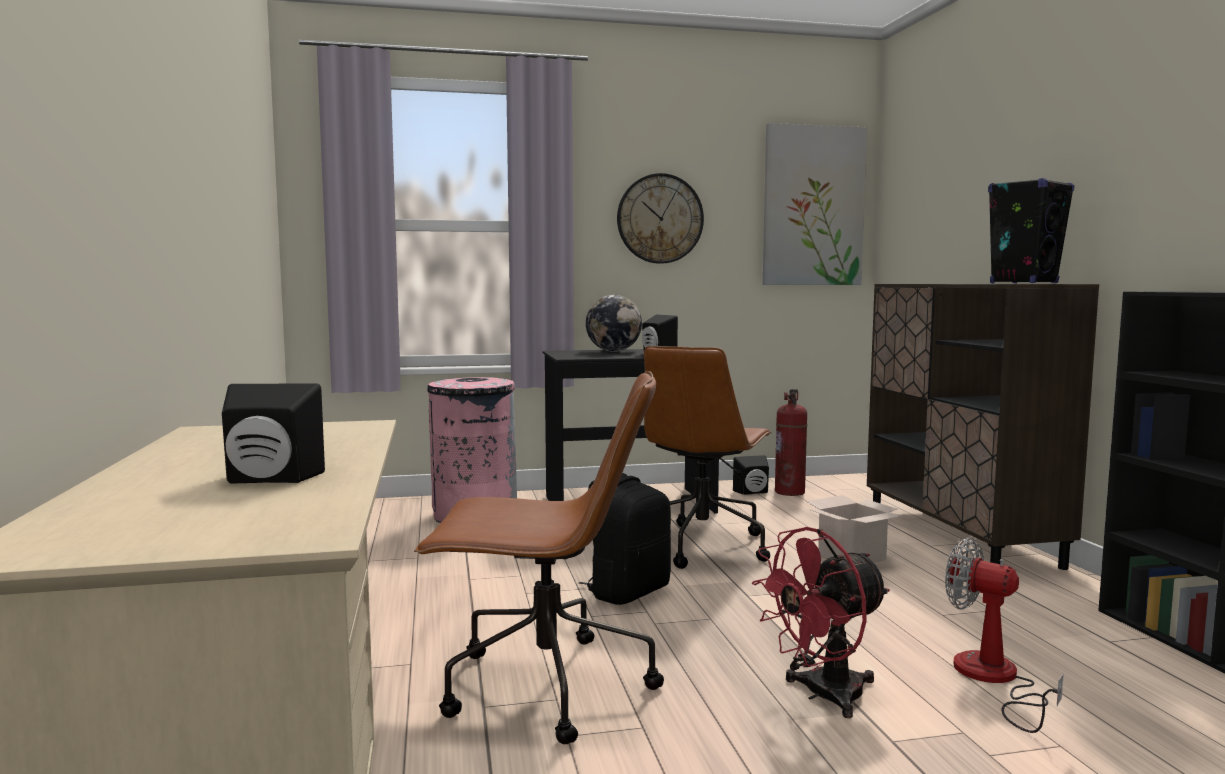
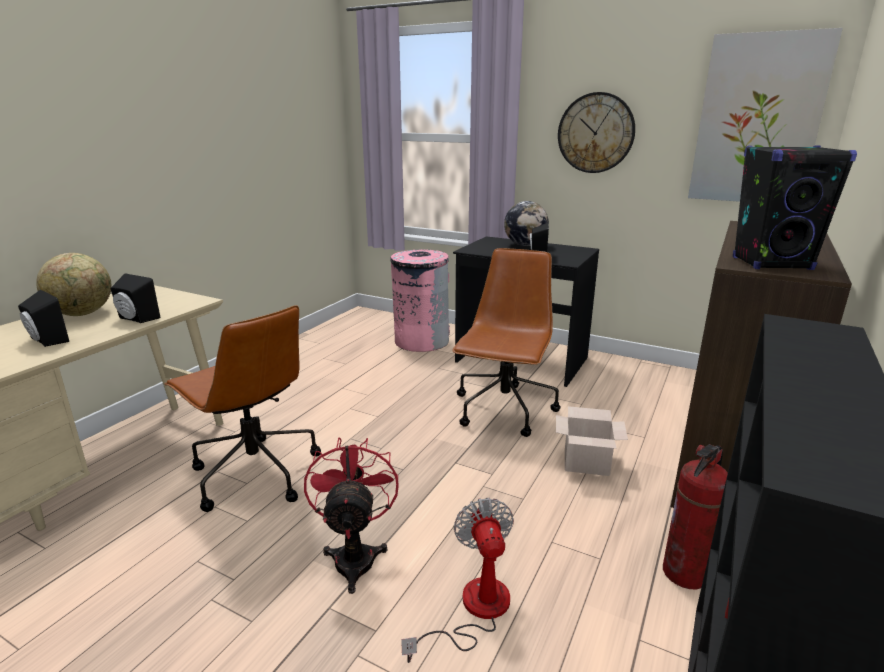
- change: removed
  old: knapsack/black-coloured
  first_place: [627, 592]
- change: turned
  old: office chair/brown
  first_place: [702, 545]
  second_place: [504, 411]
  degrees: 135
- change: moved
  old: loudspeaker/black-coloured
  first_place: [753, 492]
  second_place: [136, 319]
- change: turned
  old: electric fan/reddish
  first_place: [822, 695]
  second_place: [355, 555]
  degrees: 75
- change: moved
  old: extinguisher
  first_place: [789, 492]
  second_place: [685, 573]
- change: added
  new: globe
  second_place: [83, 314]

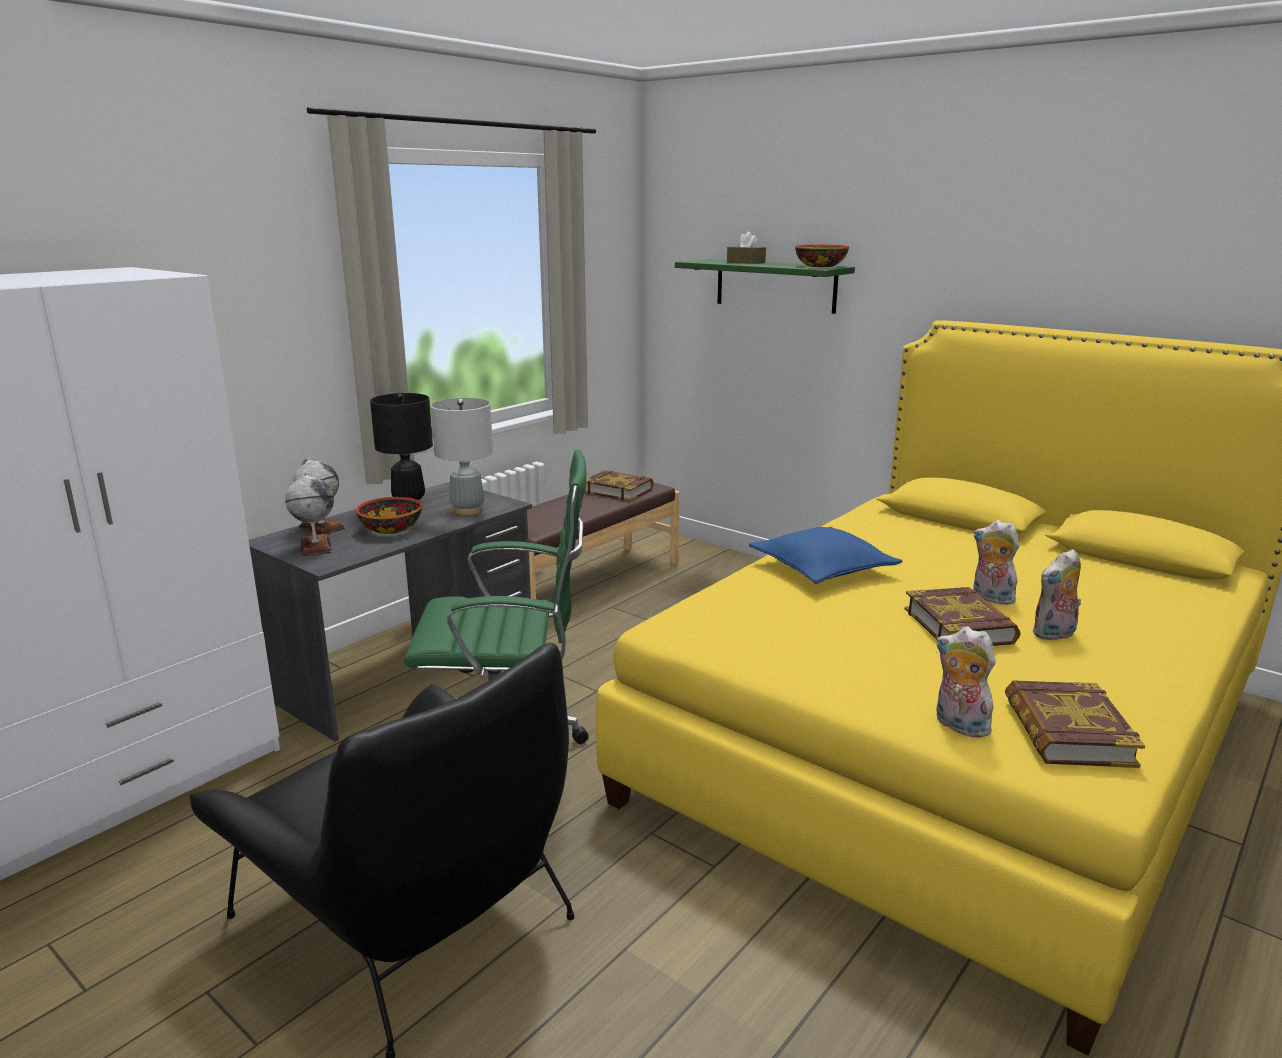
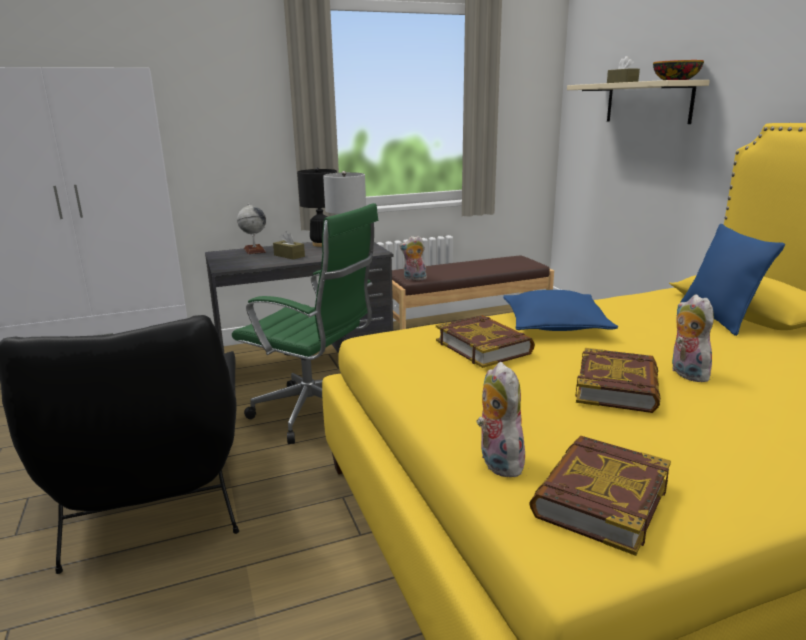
- change: removed
  old: globe
  first_place: [315, 547]
- change: replaced
  old: deep dish
  new: tissue holder/brown
  first_place: [391, 528]
  second_place: [289, 256]
- change: moved
  old: volume
  first_place: [618, 490]
  second_place: [483, 347]
- change: recoloured
  old: wall shelf/green
  new: wall shelf/sand-coloured
  first_place: [775, 285]
  second_place: [648, 102]
- change: moved
  old: cuddly toy
  first_place: [1054, 635]
  second_place: [414, 279]
- change: added
  new: throw pillow/bluish
  second_place: [718, 318]

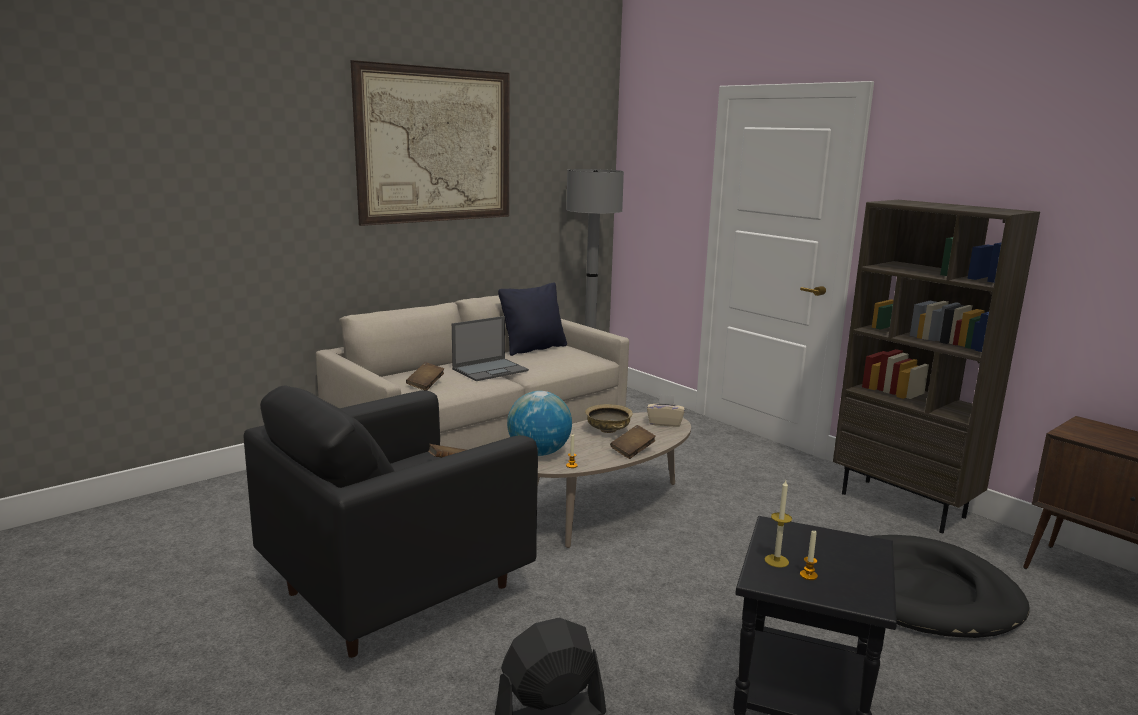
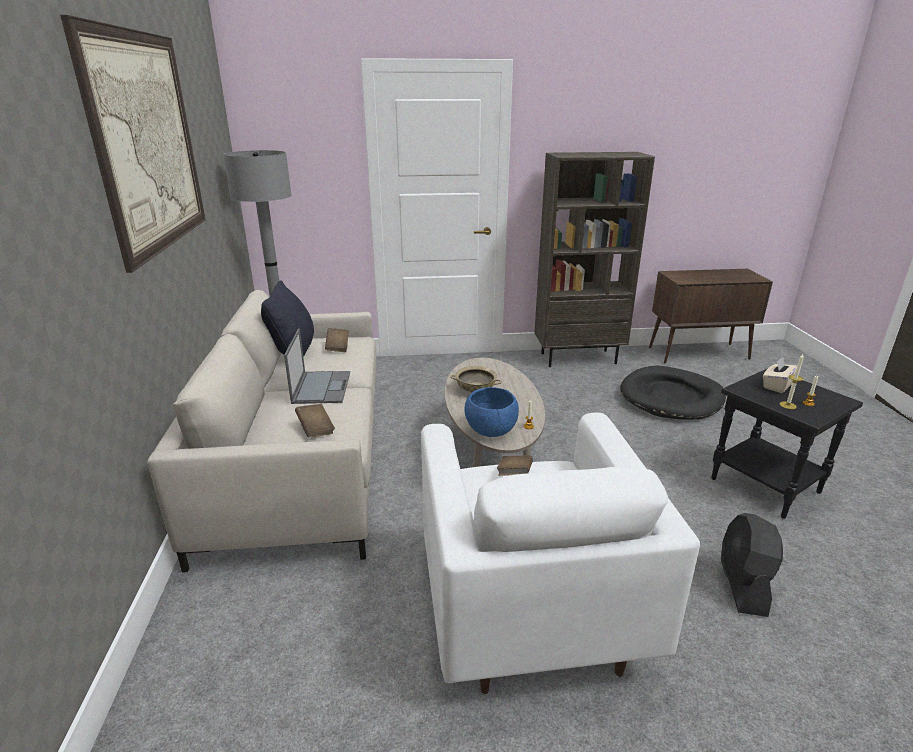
- change: recoloured
  old: armchair/black-coloured
  new: armchair/white-coloured
  first_place: [398, 589]
  second_place: [528, 608]
- change: replaced
  old: globe
  new: deep dish/bluish
  first_place: [539, 453]
  second_place: [490, 431]
- change: moved
  old: volume/brown
  first_place: [632, 451]
  second_place: [338, 347]
- change: moved
  old: tissue holder/sand-coloured
  first_place: [665, 423]
  second_place: [777, 386]

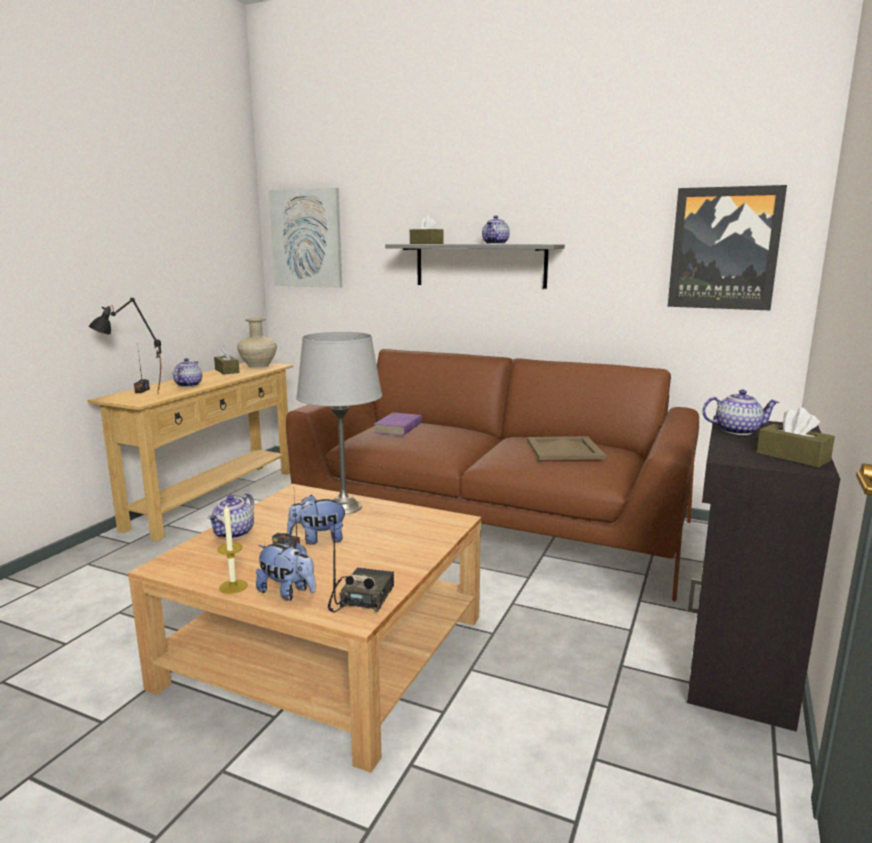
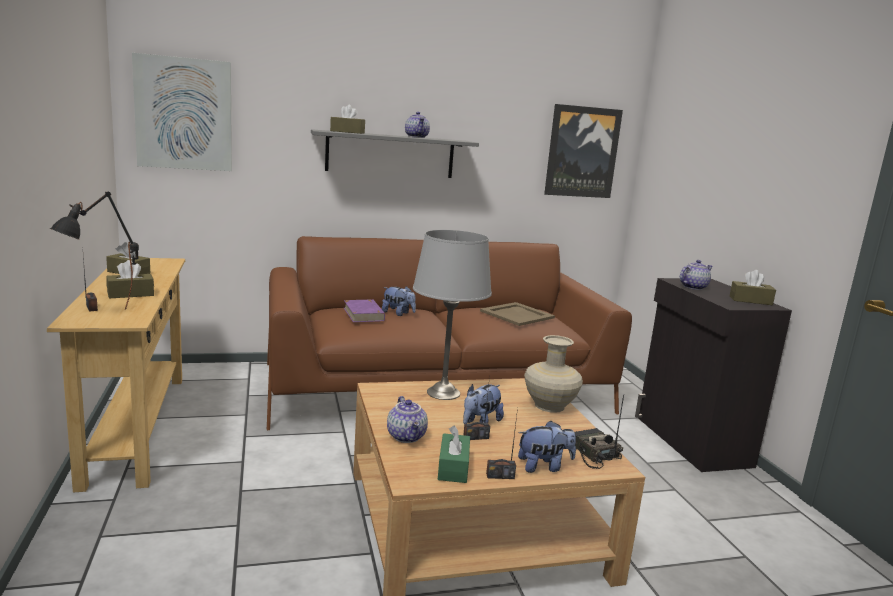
- change: replaced
  old: teapot
  new: tissue holder/brown
  first_place: [188, 385]
  second_place: [130, 294]
- change: replaced
  old: candle
  new: radio set
  first_place: [233, 586]
  second_place: [500, 476]
- change: moved
  old: flower vase/sand-coloured
  first_place: [258, 366]
  second_place: [550, 406]
- change: added
  new: cuddly toy
  second_place: [398, 313]
- change: added
  new: tissue holder/green
  second_place: [453, 467]

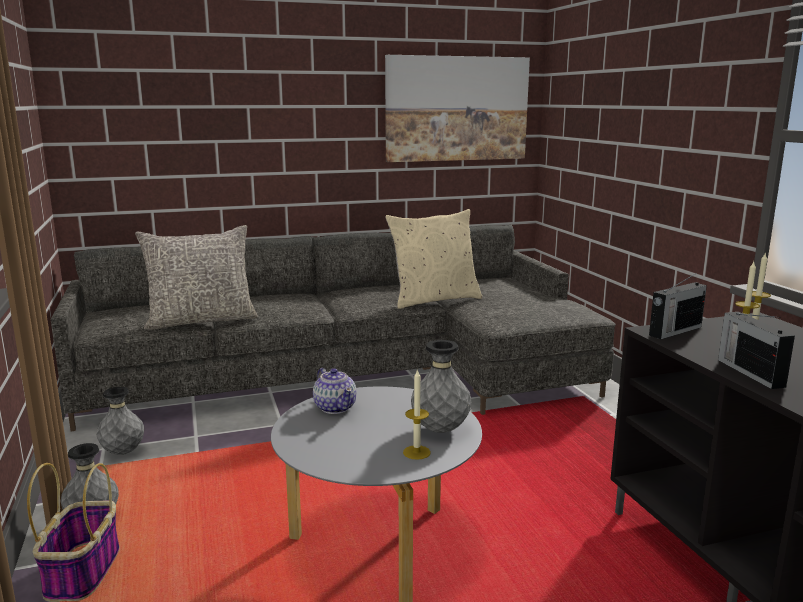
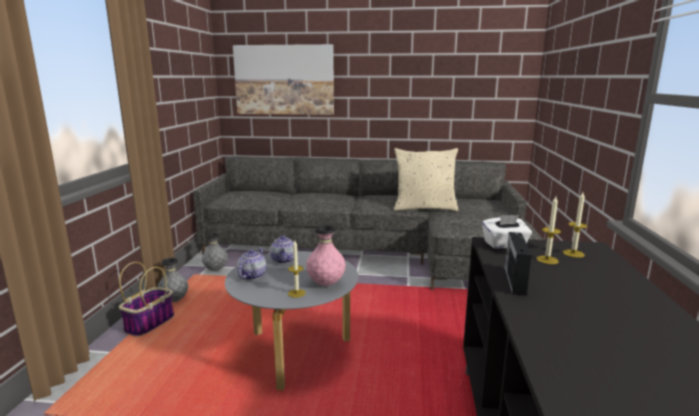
- change: removed
  old: throw pillow/greyish
  first_place: [201, 320]
- change: moved
  old: picture
  first_place: [456, 109]
  second_place: [284, 80]
- change: recoloured
  old: flower vase/greyish
  new: flower vase/pink
  first_place: [440, 430]
  second_place: [326, 284]
- change: replaced
  old: radio set
  new: tissue holder/white-coloured
  first_place: [674, 331]
  second_place: [505, 244]
- change: added
  new: teapot
  second_place: [251, 276]

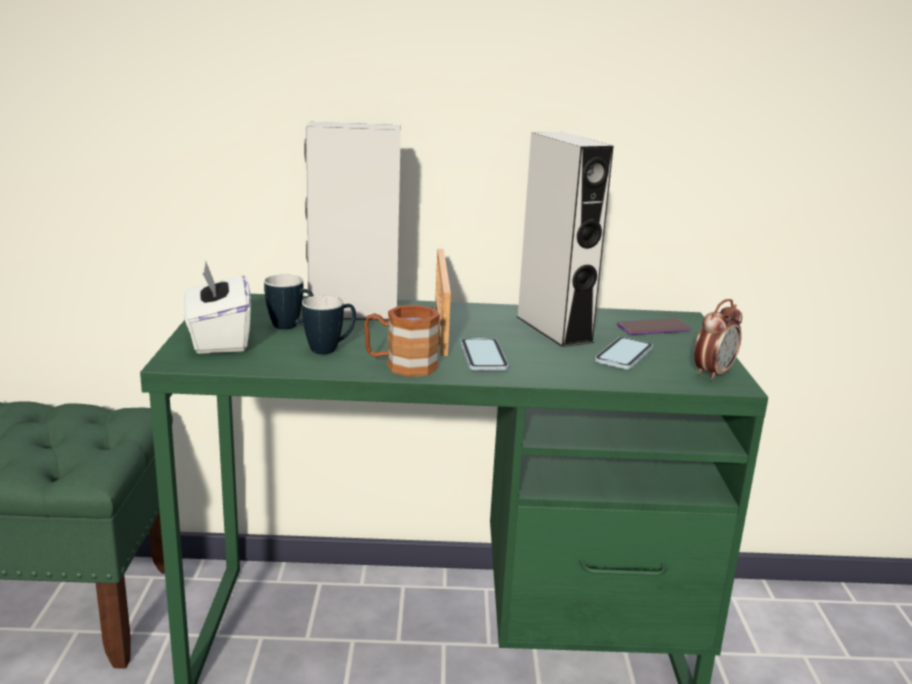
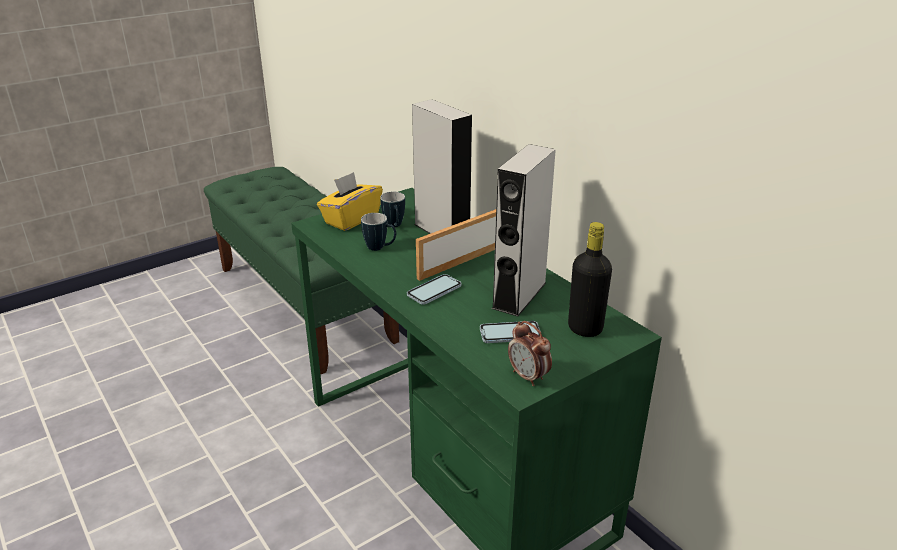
- change: recoloured
  old: tissue holder/white-coloured
  new: tissue holder/yellow-coloured
  first_place: [218, 339]
  second_place: [351, 219]
- change: removed
  old: tea mug/brown
  first_place: [400, 366]
- change: replaced
  old: telephone
  new: beverage bottle/black-coloured
  first_place: [653, 328]
  second_place: [585, 328]
- change: turned
  old: alarm clock
  first_place: [713, 374]
  second_place: [528, 377]
  degrees: 45

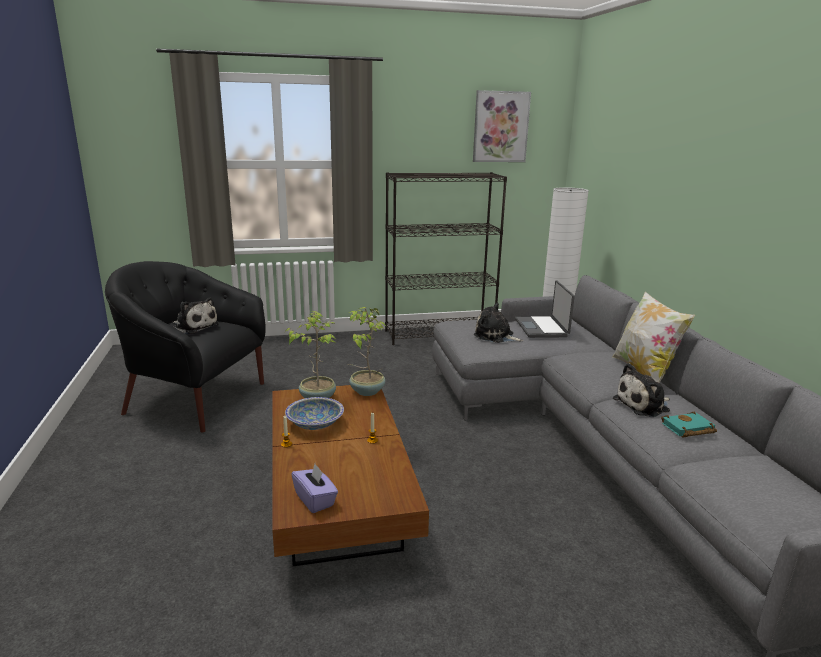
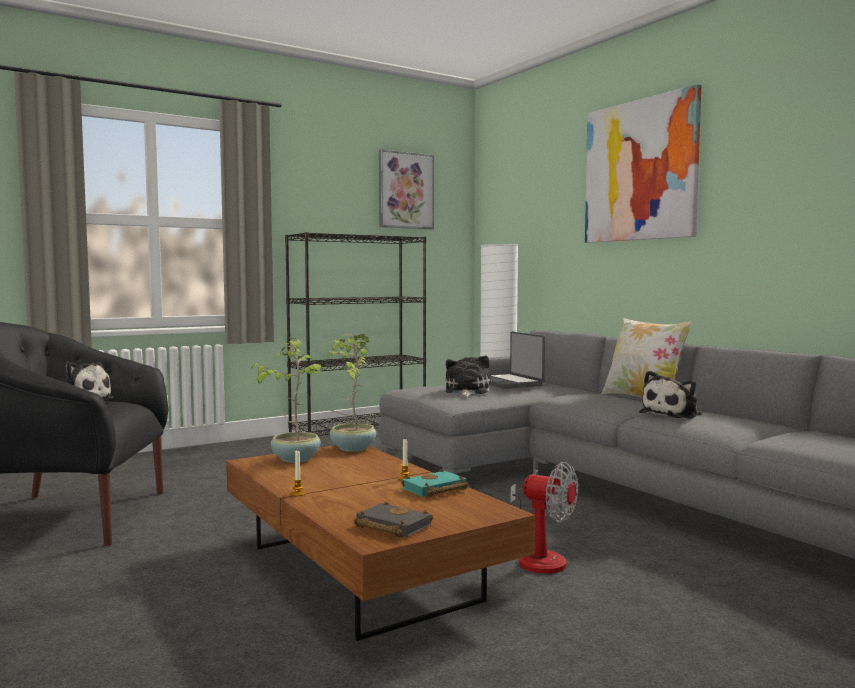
- change: removed
  old: deep dish
  first_place: [315, 424]
- change: replaced
  old: tissue holder/purple-coloured
  new: volume/black-coloured
  first_place: [315, 500]
  second_place: [390, 526]
- change: turned
  old: cuddly toy
  first_place: [495, 336]
  second_place: [466, 391]
  degrees: 90
- change: moved
  old: volume/blue-green
  first_place: [687, 429]
  second_place: [434, 490]
- change: added
  new: electric fan
  second_place: [537, 556]
- change: added
  new: picture
  second_place: [640, 170]

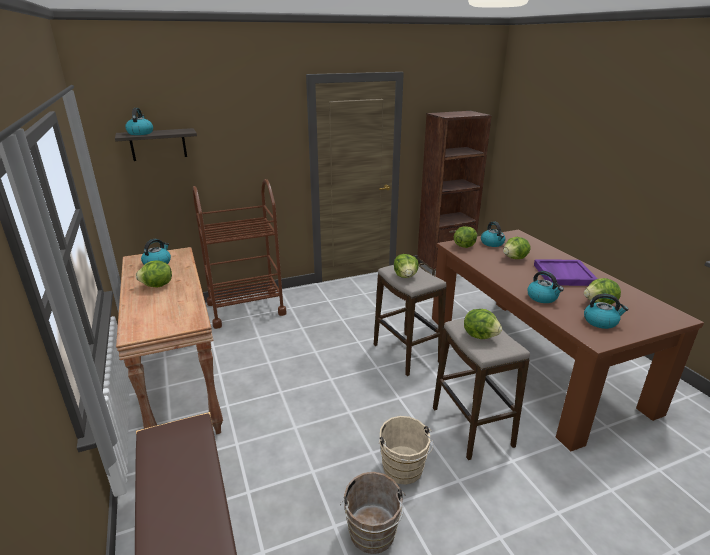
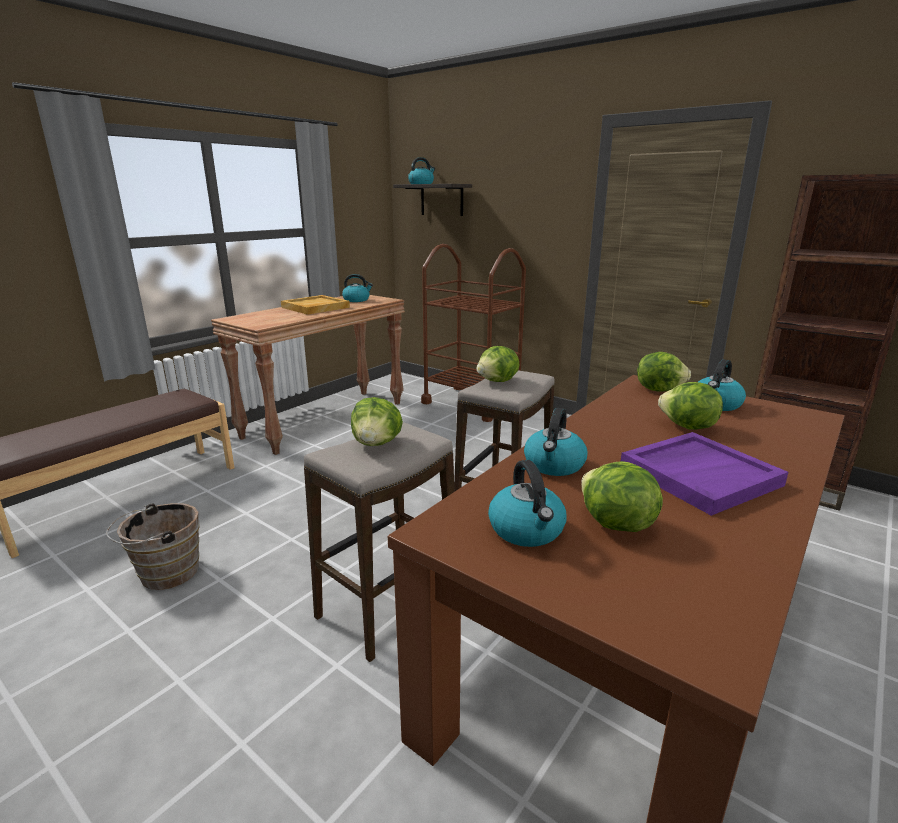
- change: replaced
  old: lettuce head
  new: carrying tray/sand-coloured
  first_place: [157, 286]
  second_place: [315, 307]
- change: removed
  old: bucket/sand-coloured
  first_place: [403, 471]

